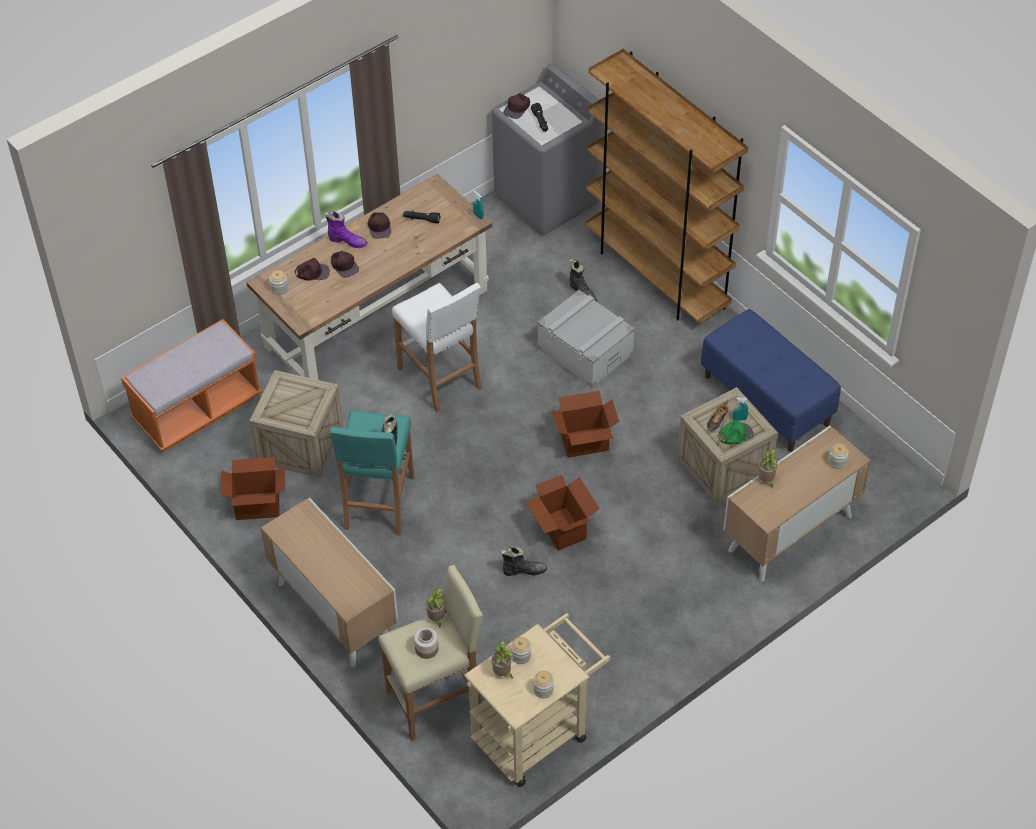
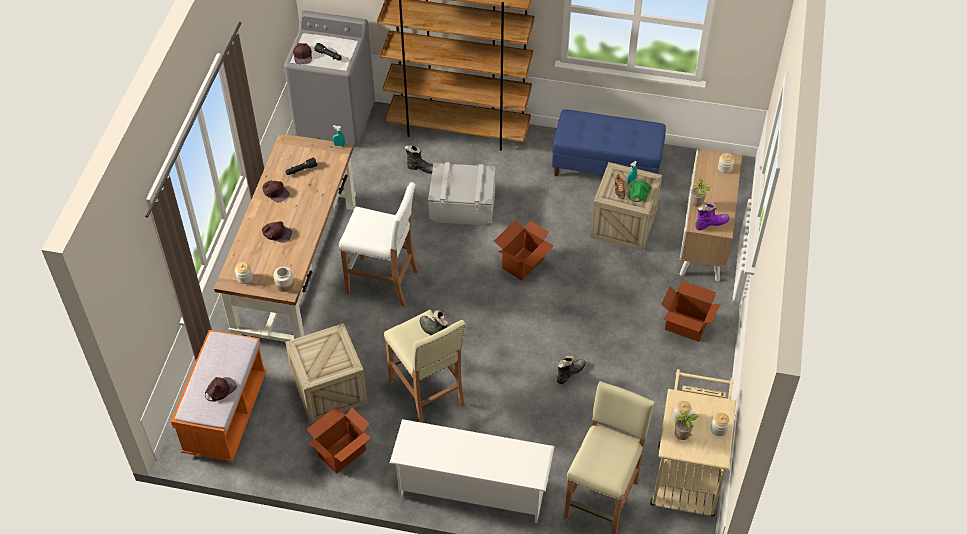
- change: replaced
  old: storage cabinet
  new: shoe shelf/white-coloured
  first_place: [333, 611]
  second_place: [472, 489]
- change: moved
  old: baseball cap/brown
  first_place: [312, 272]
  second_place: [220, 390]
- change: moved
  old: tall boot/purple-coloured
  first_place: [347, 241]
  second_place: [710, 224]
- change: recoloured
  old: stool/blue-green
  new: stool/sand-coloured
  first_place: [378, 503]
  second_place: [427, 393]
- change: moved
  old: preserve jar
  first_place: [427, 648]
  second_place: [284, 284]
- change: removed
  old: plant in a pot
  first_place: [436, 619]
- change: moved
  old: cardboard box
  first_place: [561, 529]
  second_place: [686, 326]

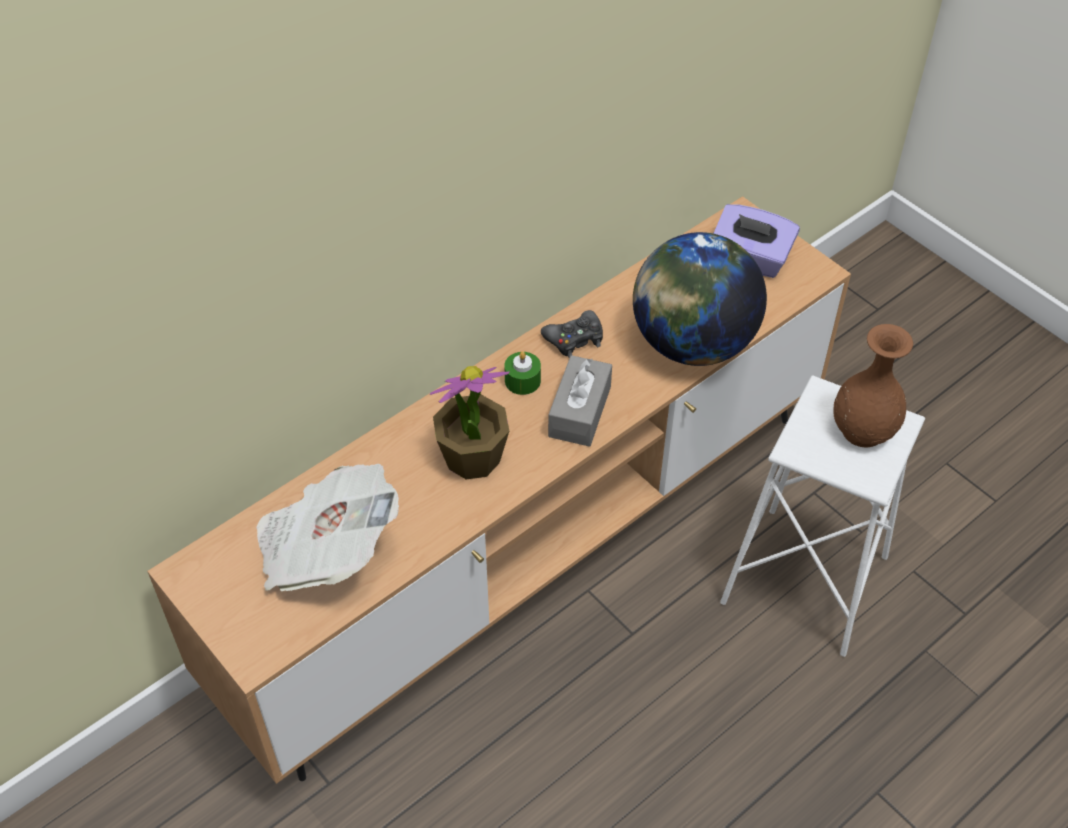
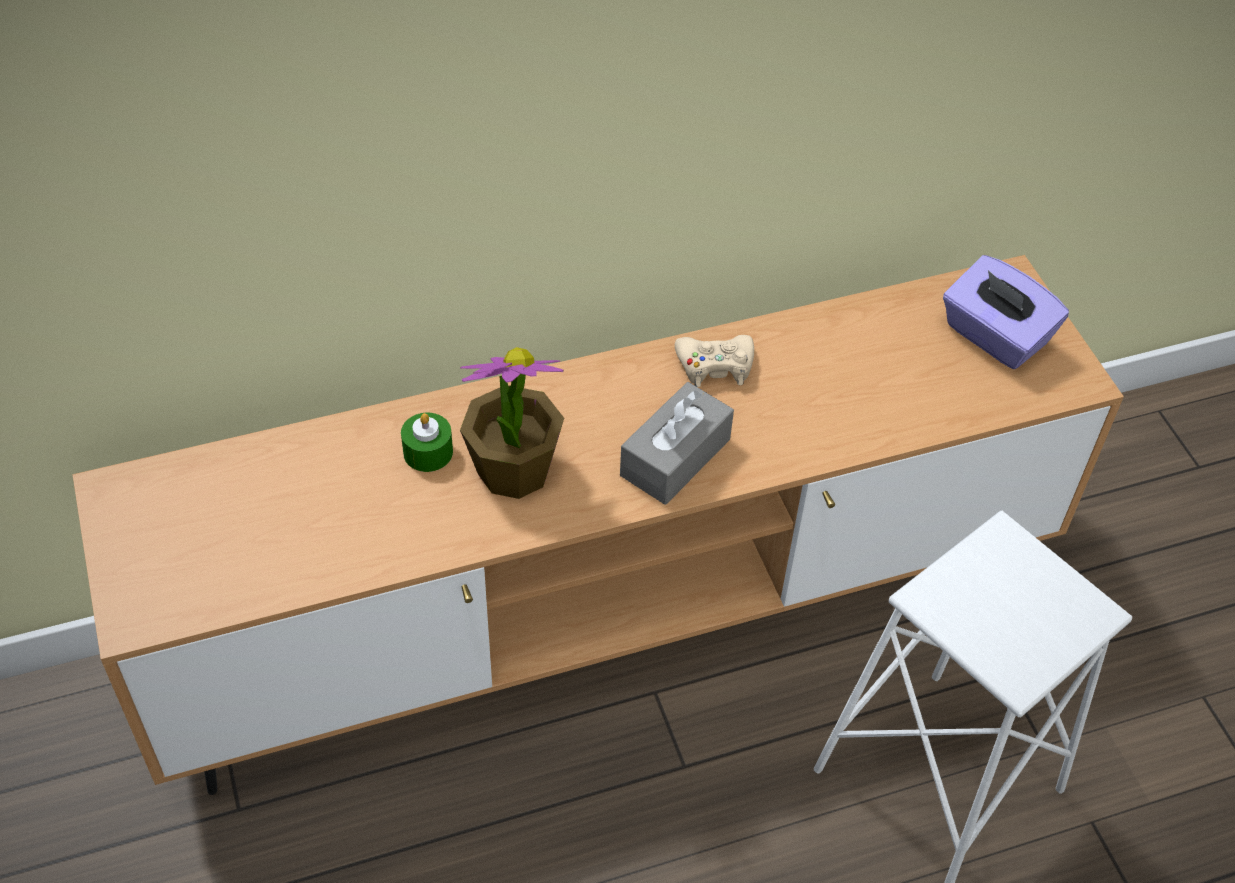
- change: removed
  old: printed paper
  first_place: [326, 549]
- change: moved
  old: candle/green
  first_place: [522, 381]
  second_place: [428, 452]
- change: recoloured
  old: game controller/black-coloured
  new: game controller/sand-coloured
  first_place: [574, 339]
  second_place: [715, 366]
- change: removed
  old: globe
  first_place: [692, 343]
- change: removed
  old: flower vase/brown
  first_place: [863, 430]

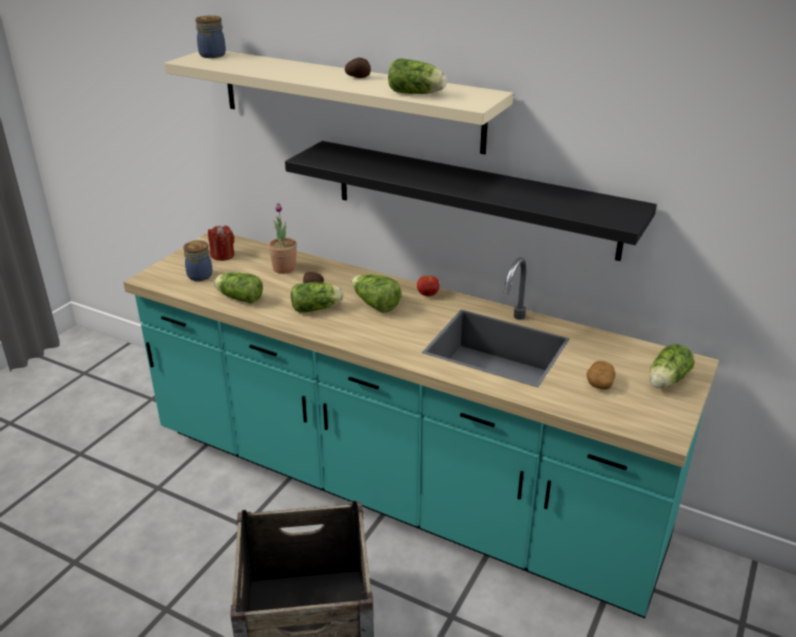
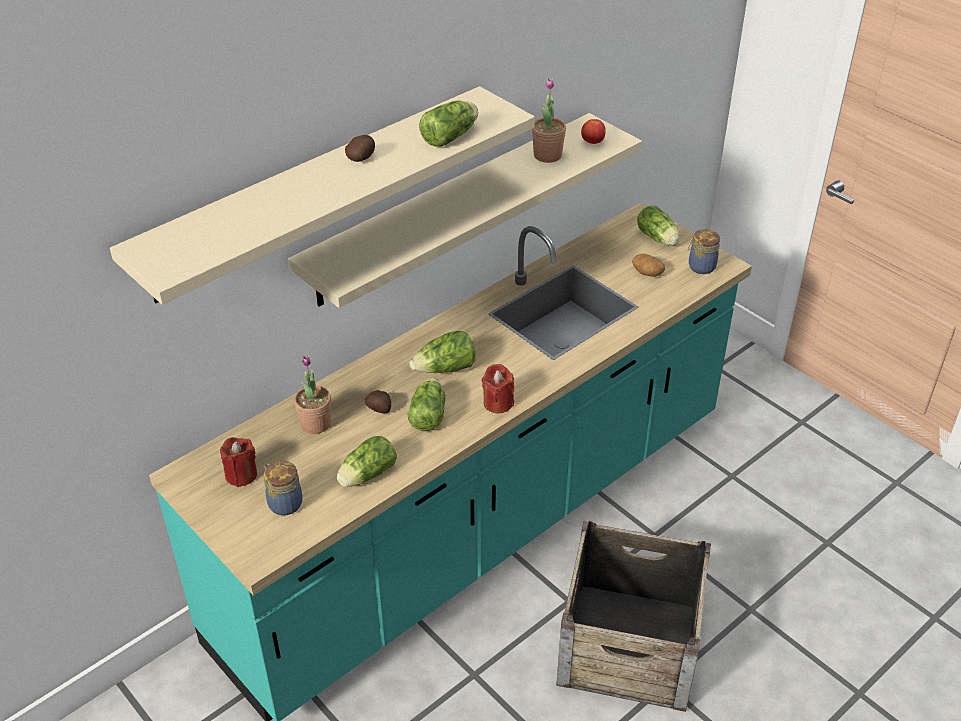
- change: moved
  old: preserve jar
  first_place: [213, 55]
  second_place: [700, 266]
- change: recoloured
  old: wall shelf/black-coloured
  new: wall shelf/sand-coloured
  first_place: [472, 198]
  second_place: [451, 208]
- change: moved
  old: whole tomato
  first_place: [428, 294]
  second_place: [592, 142]
- change: added
  new: candle/reddish
  second_place: [498, 403]
- change: added
  new: plant in a pot
  second_place: [547, 155]

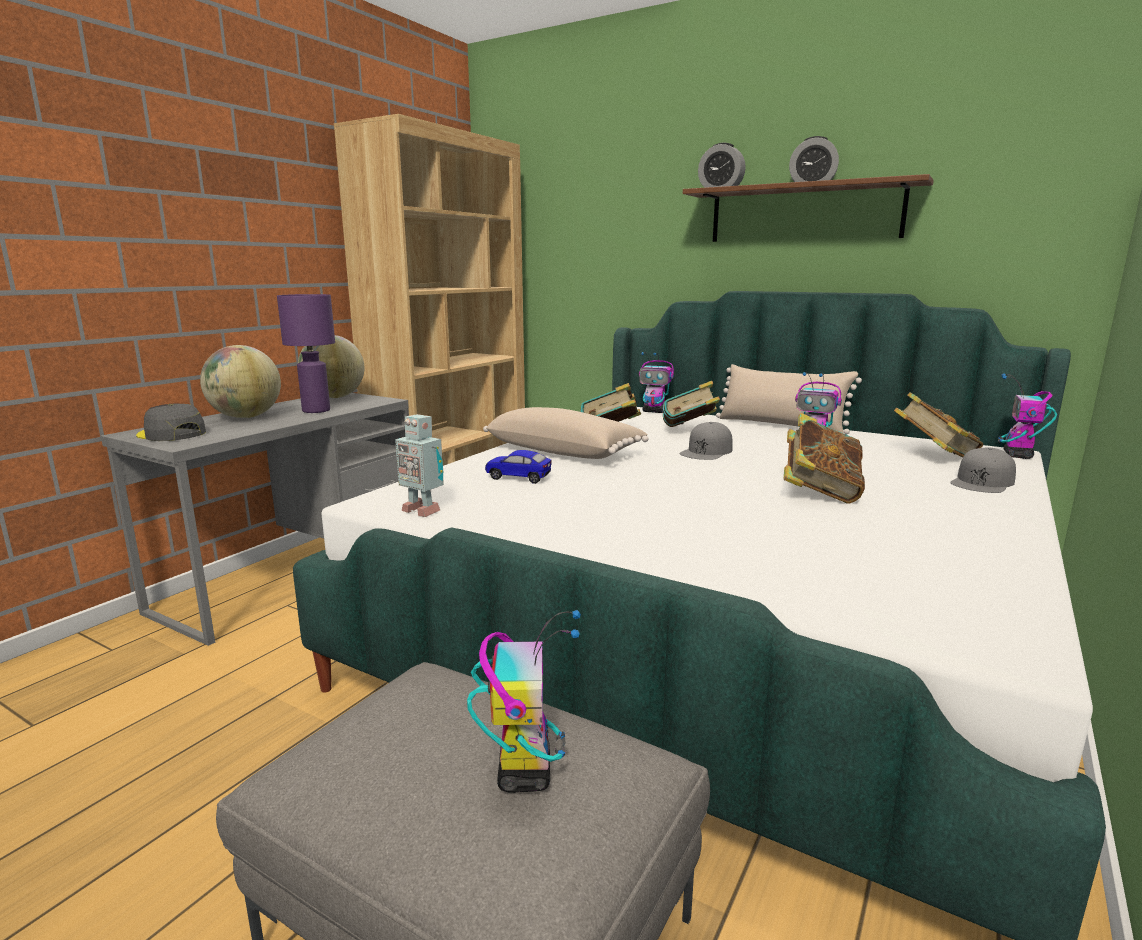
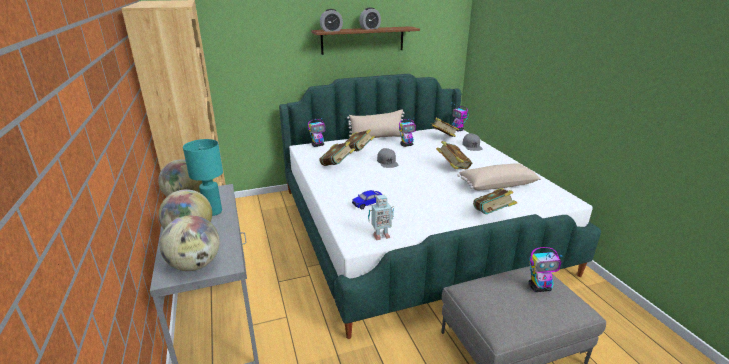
- change: replaced
  old: baseball cap/greyish
  new: globe
  first_place: [171, 434]
  second_place: [195, 265]
- change: recoloured
  old: table lamp/purple-coloured
  new: table lamp/blue-green
  first_place: [316, 410]
  second_place: [212, 212]
- change: turned
  old: toy robot
  first_place: [524, 771]
  second_place: [539, 288]
  degrees: 135
- change: moved
  old: throw pillow/sand-coloured
  first_place: [564, 452]
  second_place: [496, 184]
- change: added
  new: volume
  second_place: [492, 215]

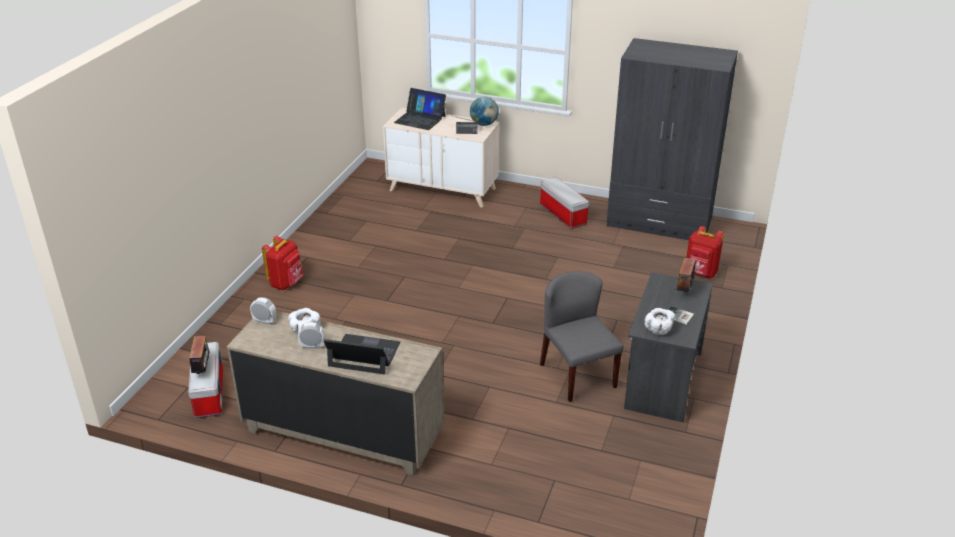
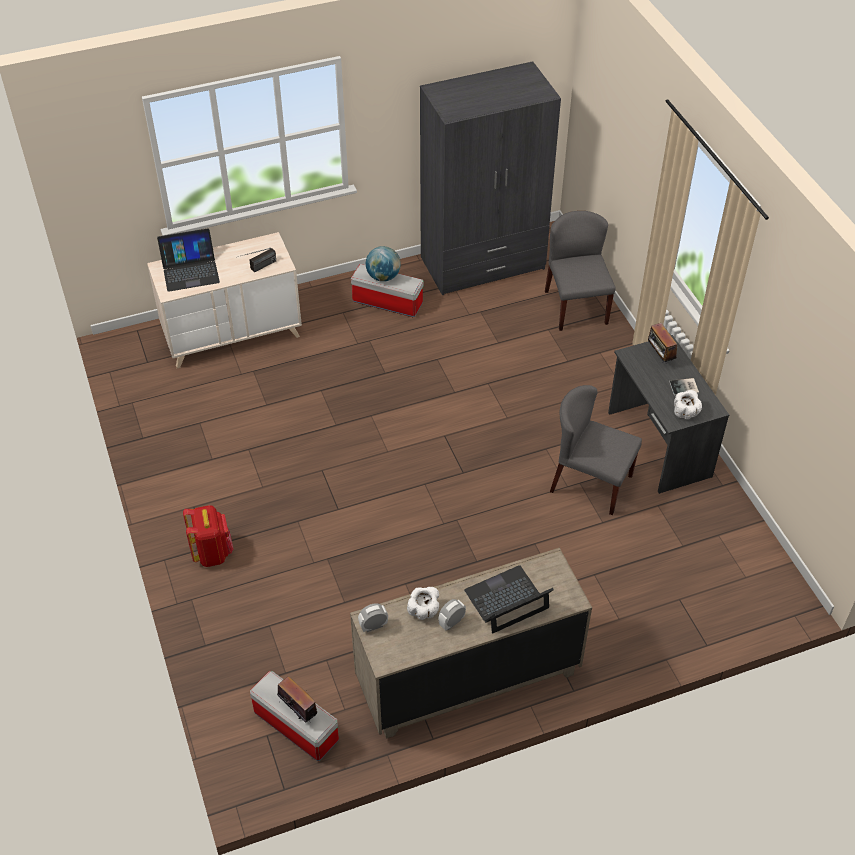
- change: moved
  old: globe
  first_place: [484, 124]
  second_place: [383, 277]
- change: replaced
  old: knapsack/reddish
  new: plain chair/greyish
  first_place: [700, 273]
  second_place: [575, 307]

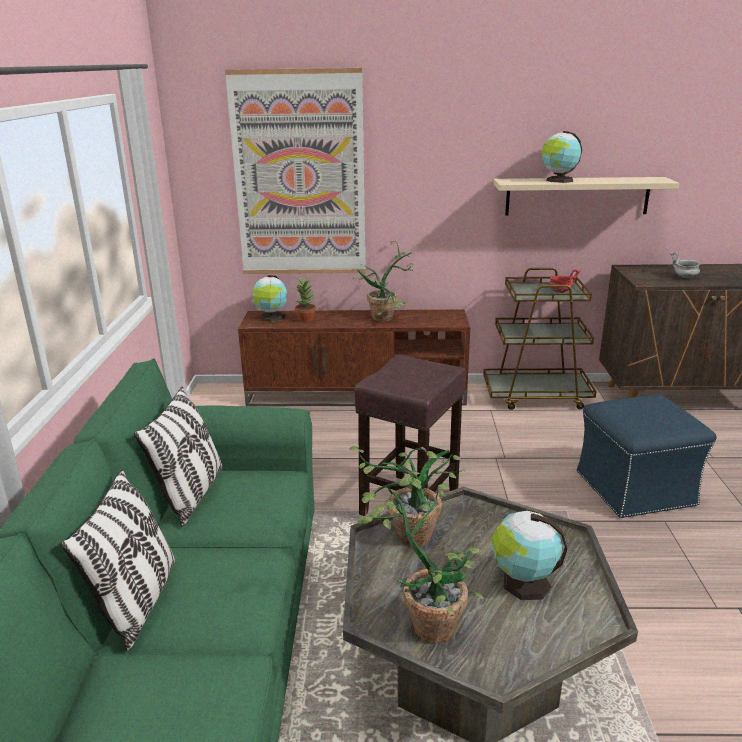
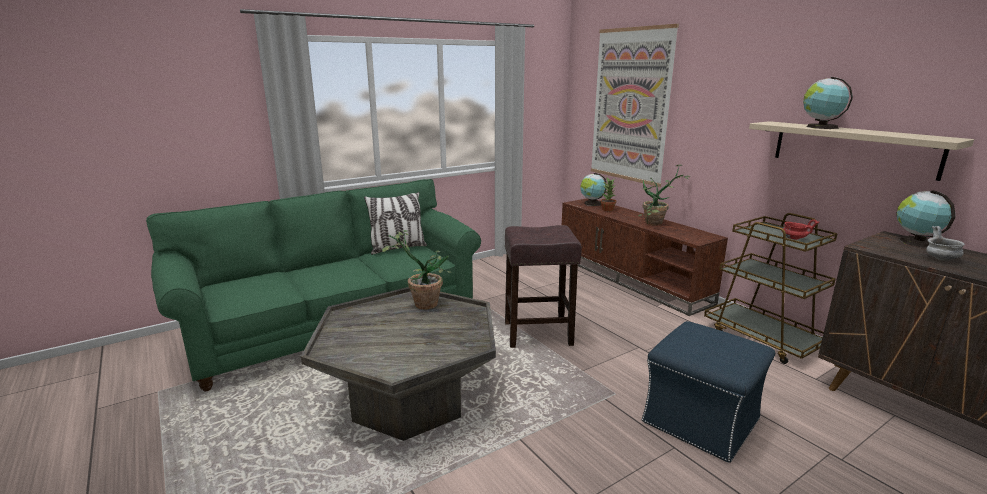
- change: removed
  old: throw pillow
  first_place: [138, 602]
- change: removed
  old: plant in a pot
  first_place: [431, 619]
- change: moved
  old: globe
  first_place: [523, 583]
  second_place: [916, 242]

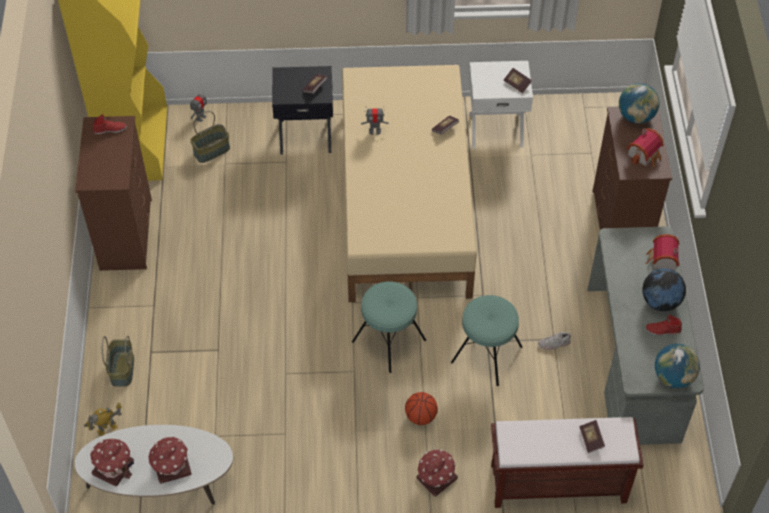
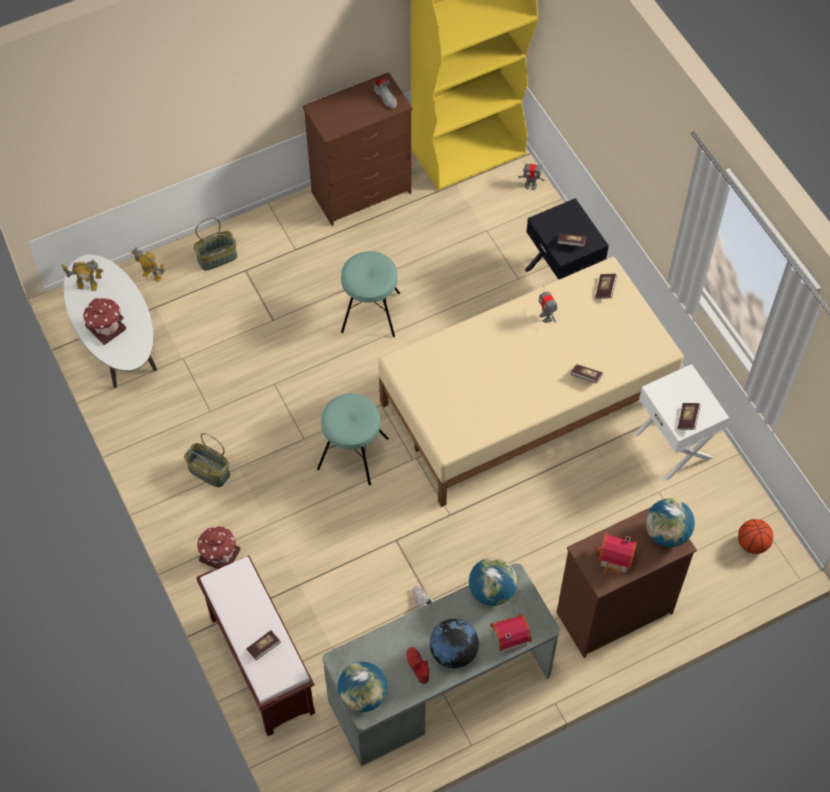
- change: replaced
  old: toy house
  new: toy robot
  first_place: [114, 467]
  second_place: [87, 286]
- change: recoloured
  old: shoe/reddish
  new: shoe/greyish
  first_place: [110, 129]
  second_place: [385, 97]
- change: moved
  old: household basket
  first_place: [211, 151]
  second_place: [208, 471]
- change: moved
  old: basketball ball
  first_place: [421, 416]
  second_place: [752, 544]
- change: moved
  old: stool/blue-green
  first_place: [486, 354]
  second_place: [370, 312]
- change: added
  new: globe
  second_place: [491, 591]
- change: added
  new: volume
  second_place: [605, 289]

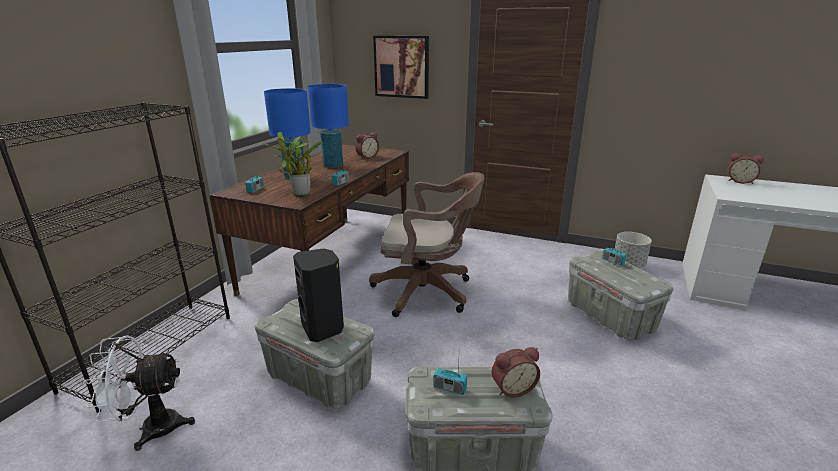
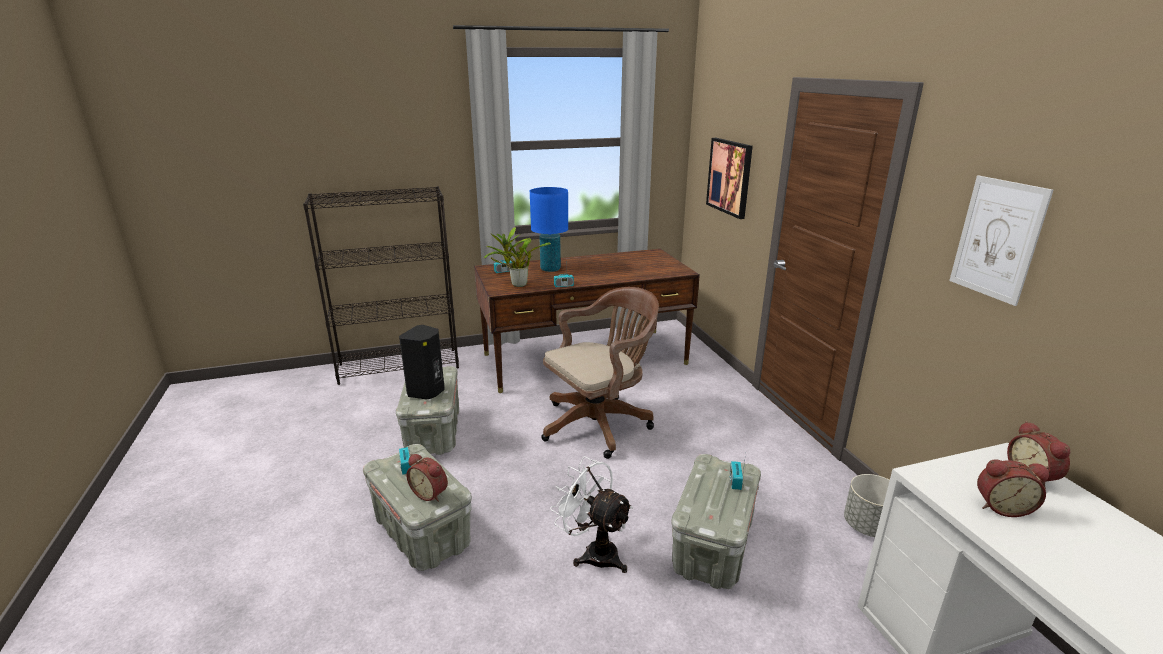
- change: moved
  old: electric fan/white-coloured
  first_place: [151, 428]
  second_place: [594, 552]
- change: removed
  old: table lamp/bluish
  first_place: [333, 165]
- change: moved
  old: alarm clock
  first_place: [366, 157]
  second_place: [1001, 506]
- change: turned
  old: office chair/brown
  first_place: [428, 292]
  second_place: [600, 423]
  degrees: -90
- change: added
  new: picture
  second_place: [997, 239]

